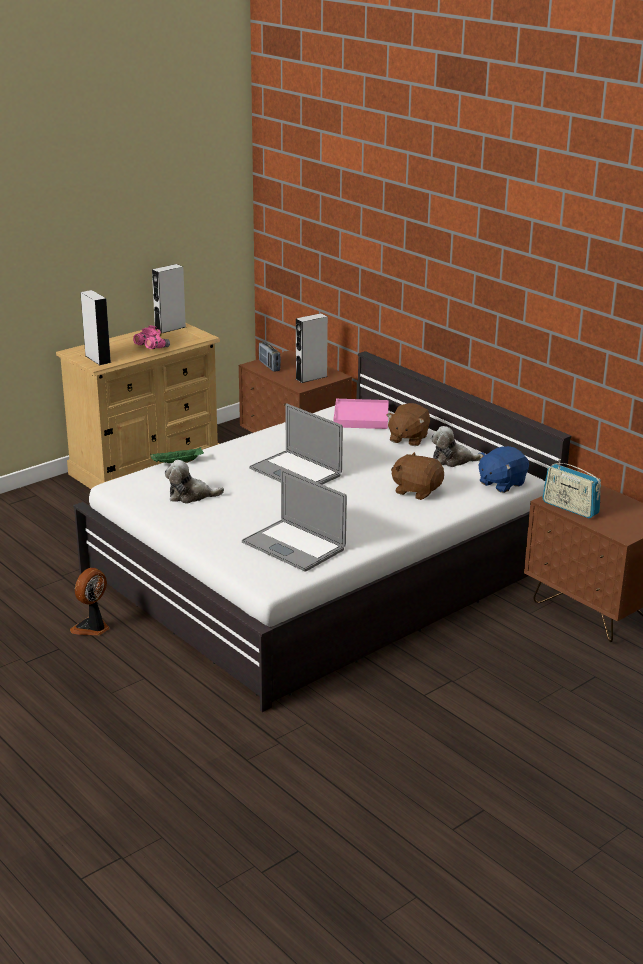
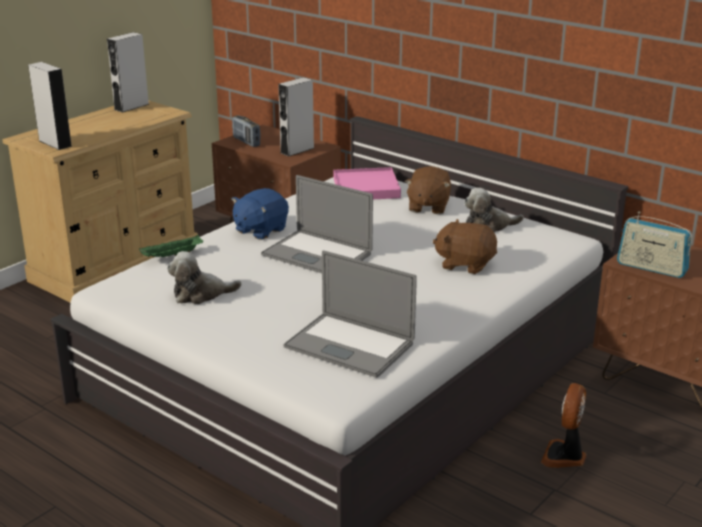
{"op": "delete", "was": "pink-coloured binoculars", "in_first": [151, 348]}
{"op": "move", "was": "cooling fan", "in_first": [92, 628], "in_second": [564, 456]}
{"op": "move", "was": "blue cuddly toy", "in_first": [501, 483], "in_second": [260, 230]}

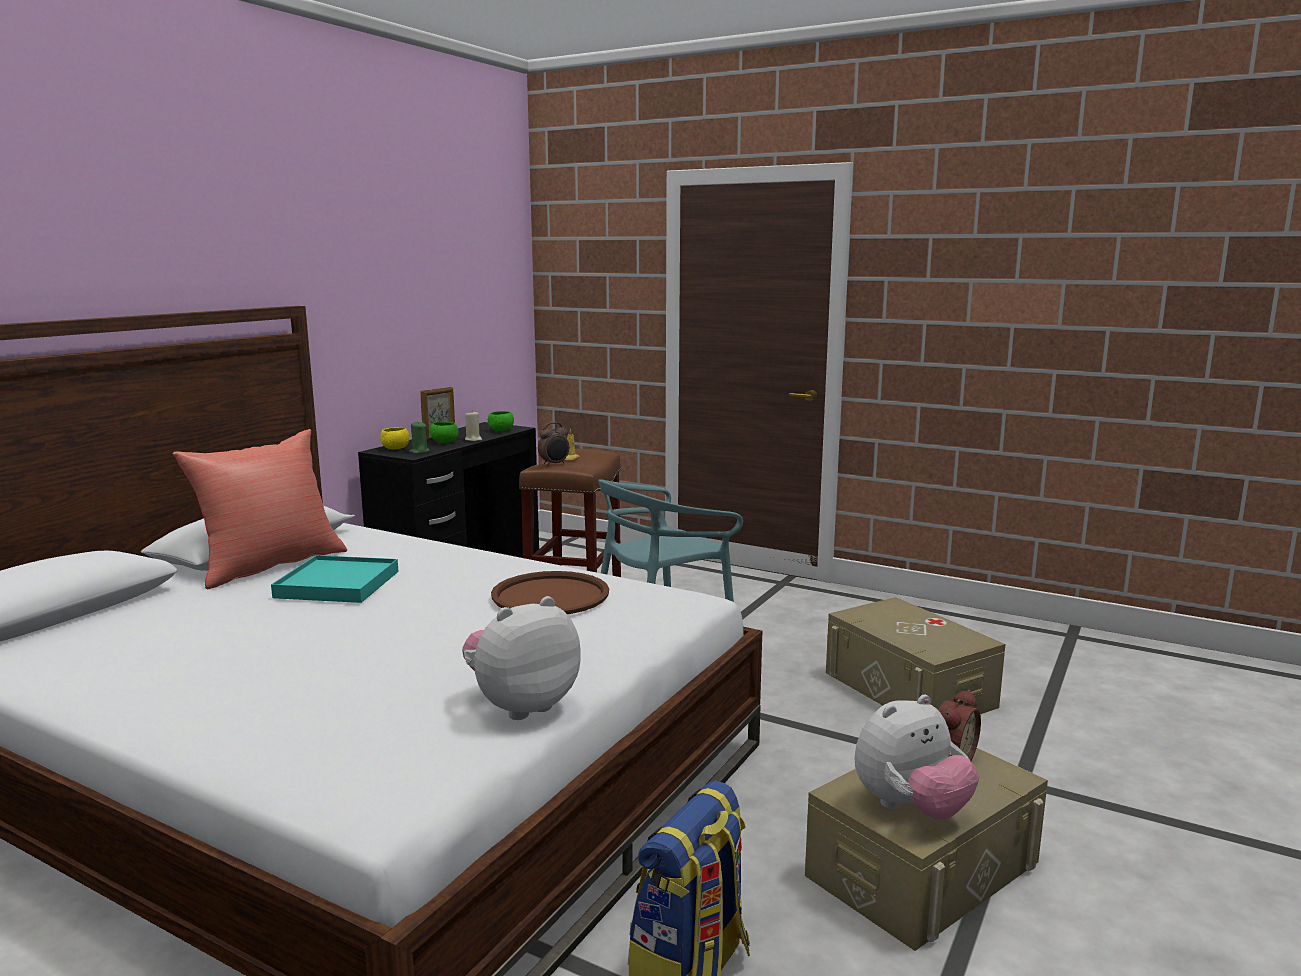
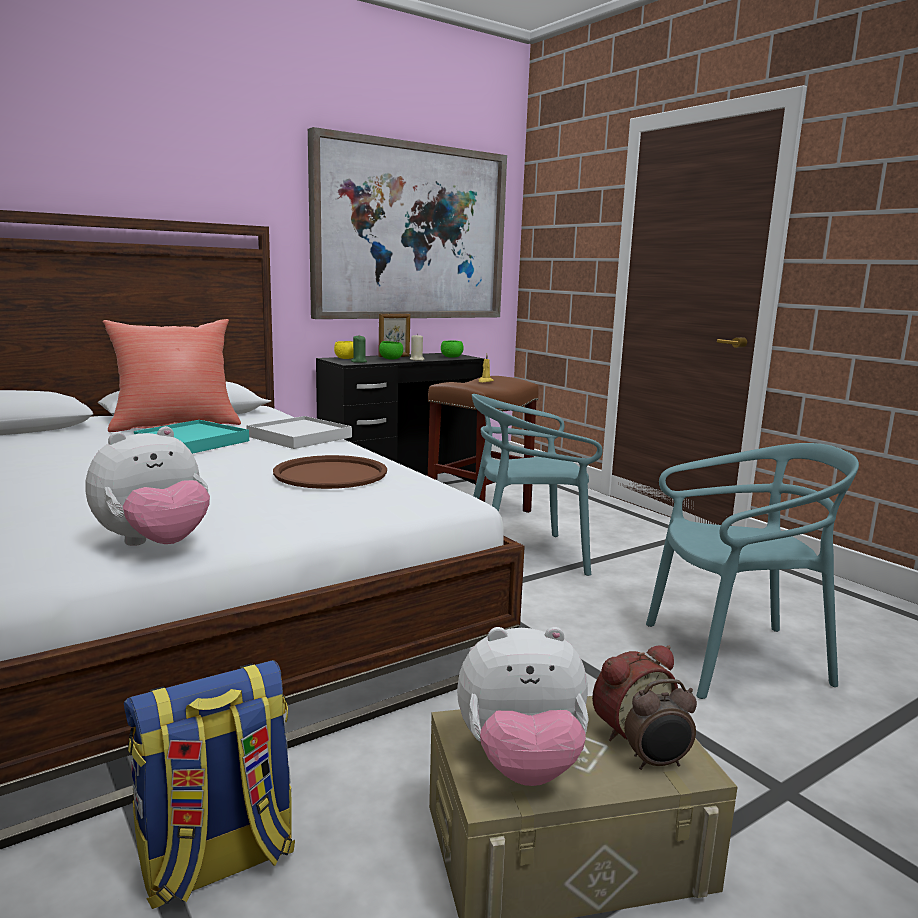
{"op": "insert", "now": "whitish carrying tray", "in_second": [299, 437]}
{"op": "insert", "now": "wall picture", "in_second": [410, 232]}
{"op": "move", "was": "alarm clock", "in_first": [554, 464], "in_second": [657, 763]}
{"op": "replace", "was": "beige-coloured storage container", "now": "blue-green chair", "in_first": [909, 689], "in_second": [735, 657]}
{"op": "rotate", "was": "cuddly toy", "in_first": [521, 706], "in_second": [155, 544], "clockwise": 150}

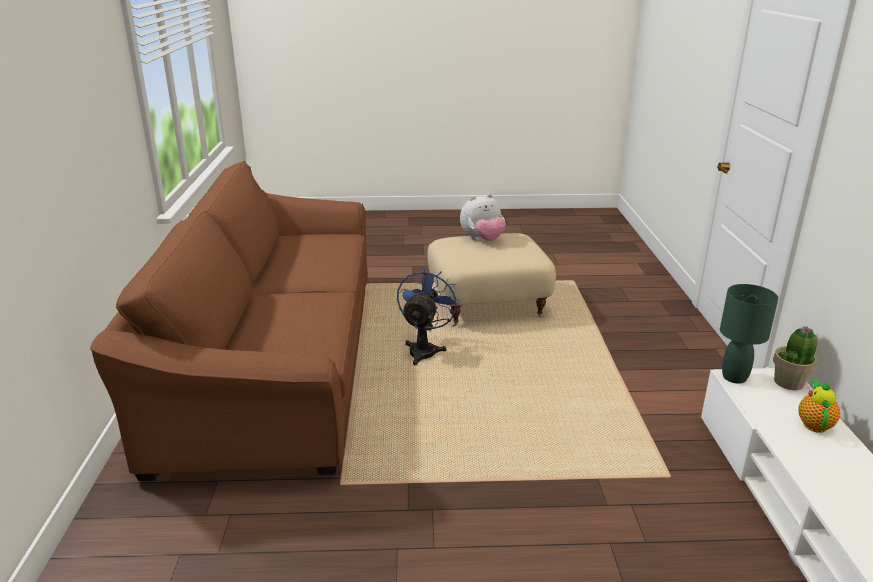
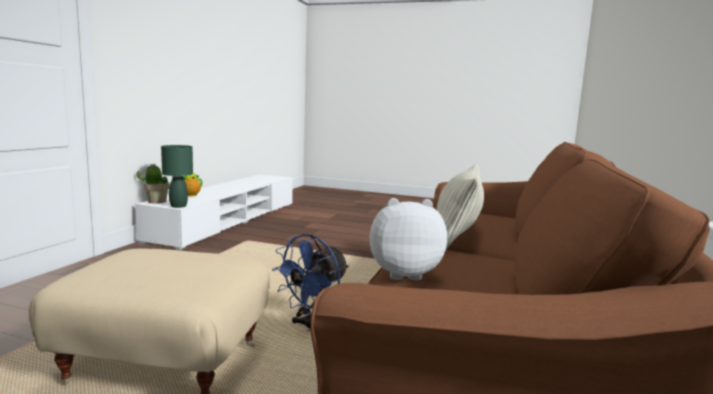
{"op": "insert", "now": "pillow", "in_second": [457, 234]}
{"op": "move", "was": "cuddly toy", "in_first": [482, 240], "in_second": [404, 274]}

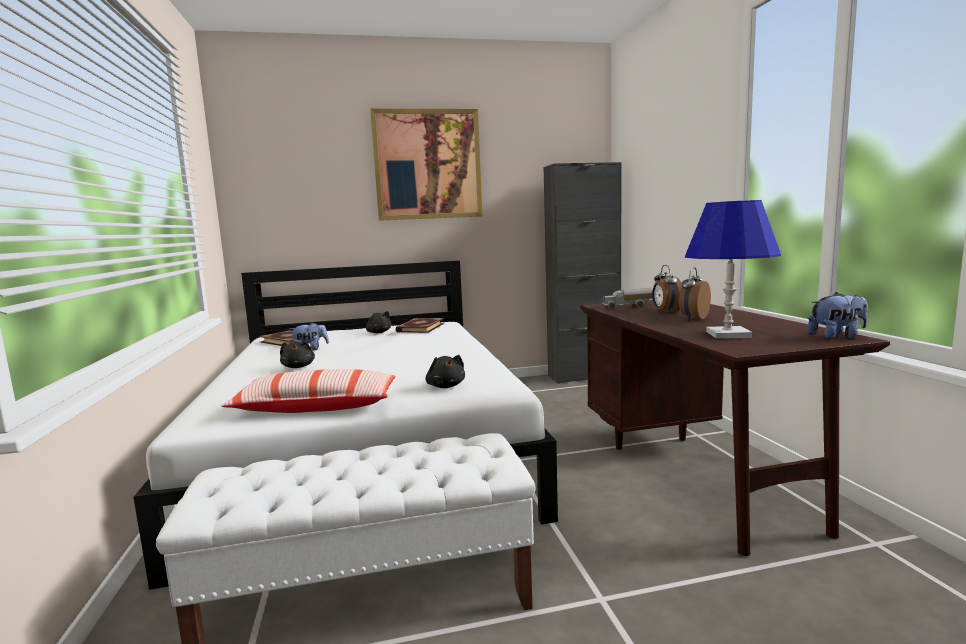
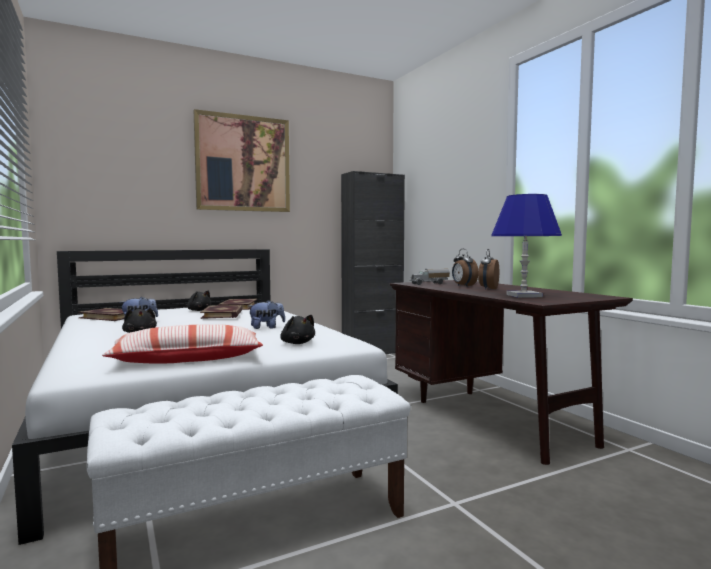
{"op": "insert", "now": "book", "in_second": [223, 314]}
{"op": "move", "was": "cuddly toy", "in_first": [837, 337], "in_second": [266, 327]}

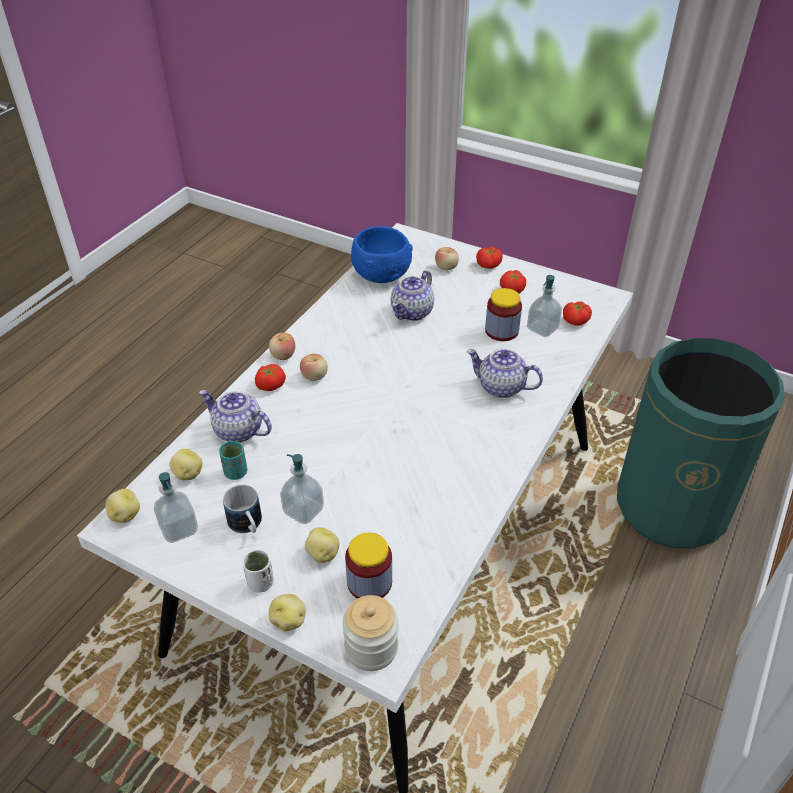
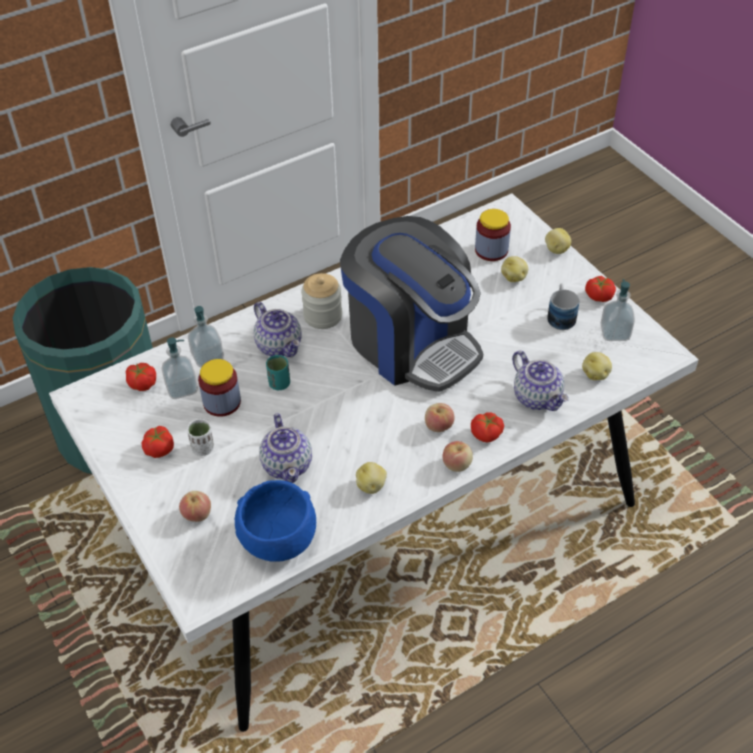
{"op": "insert", "now": "coffee maker", "in_second": [411, 343]}
{"op": "move", "was": "whole potato", "in_first": [125, 515], "in_second": [371, 485]}
{"op": "move", "was": "blue-green drinking cup", "in_first": [235, 472], "in_second": [279, 384]}
{"op": "move", "was": "whitish drinking cup", "in_first": [260, 583], "in_second": [203, 448]}
{"op": "move", "was": "soap dispenser", "in_first": [303, 510], "in_second": [207, 357]}
{"op": "move", "was": "storage jar", "in_first": [371, 648], "in_second": [323, 316]}
{"op": "move", "was": "tomato", "in_first": [489, 265], "in_second": [599, 295]}
{"op": "rotate", "was": "teapot", "in_first": [413, 312], "in_second": [287, 464], "clockwise": 105}

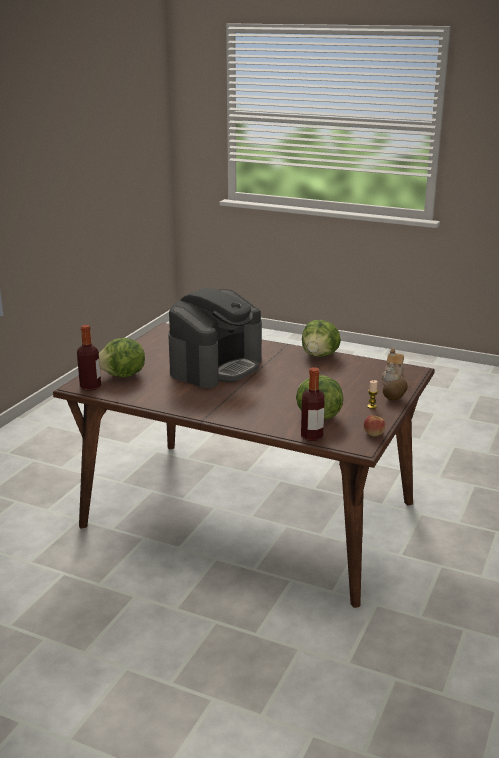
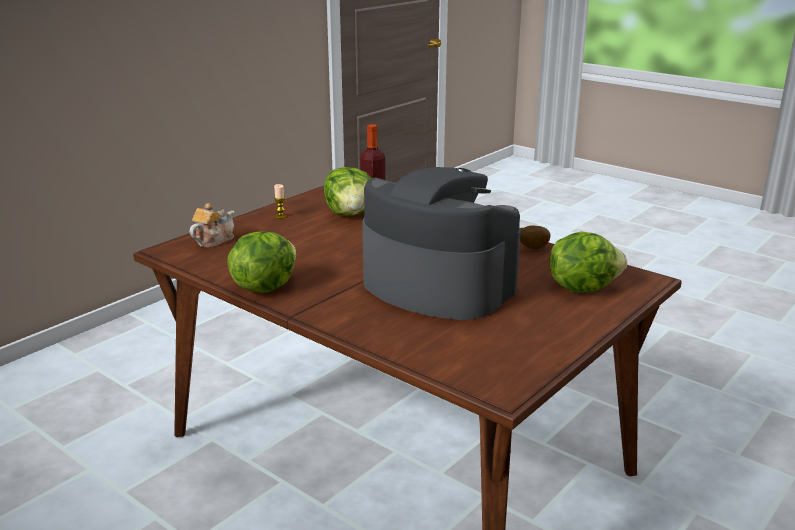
{"op": "delete", "was": "beverage bottle", "in_first": [90, 387]}
{"op": "delete", "was": "apple fruit", "in_first": [373, 433]}
{"op": "move", "was": "whole potato", "in_first": [395, 399], "in_second": [531, 248]}
{"op": "rotate", "was": "coffee maker", "in_first": [216, 367], "in_second": [436, 286], "clockwise": 75}

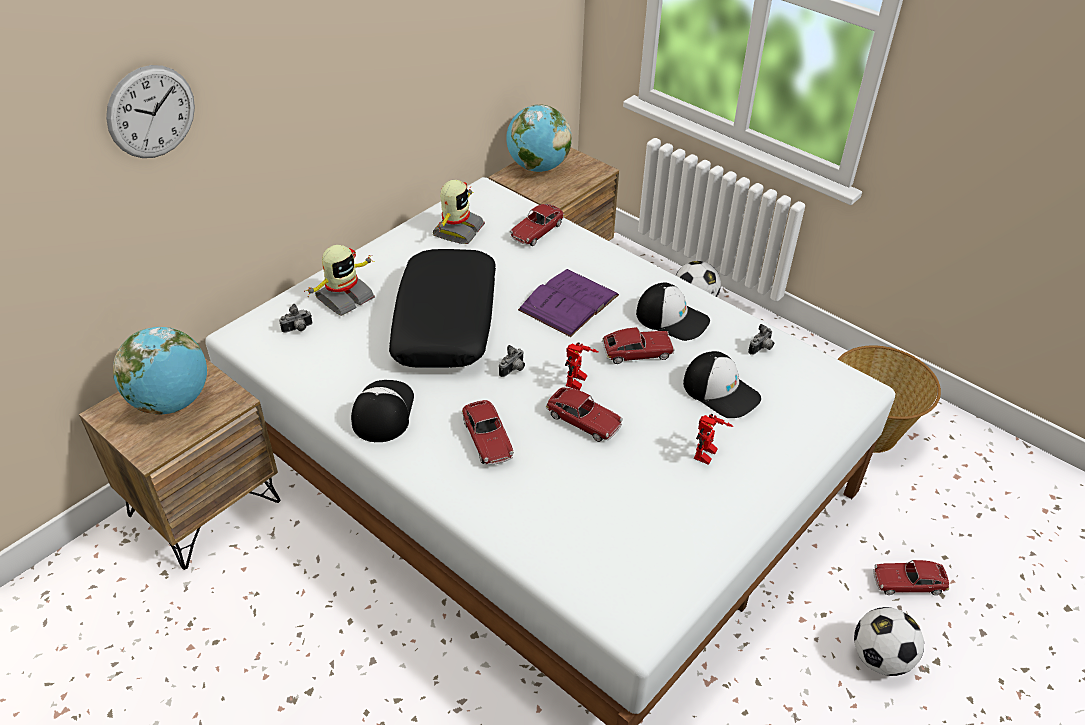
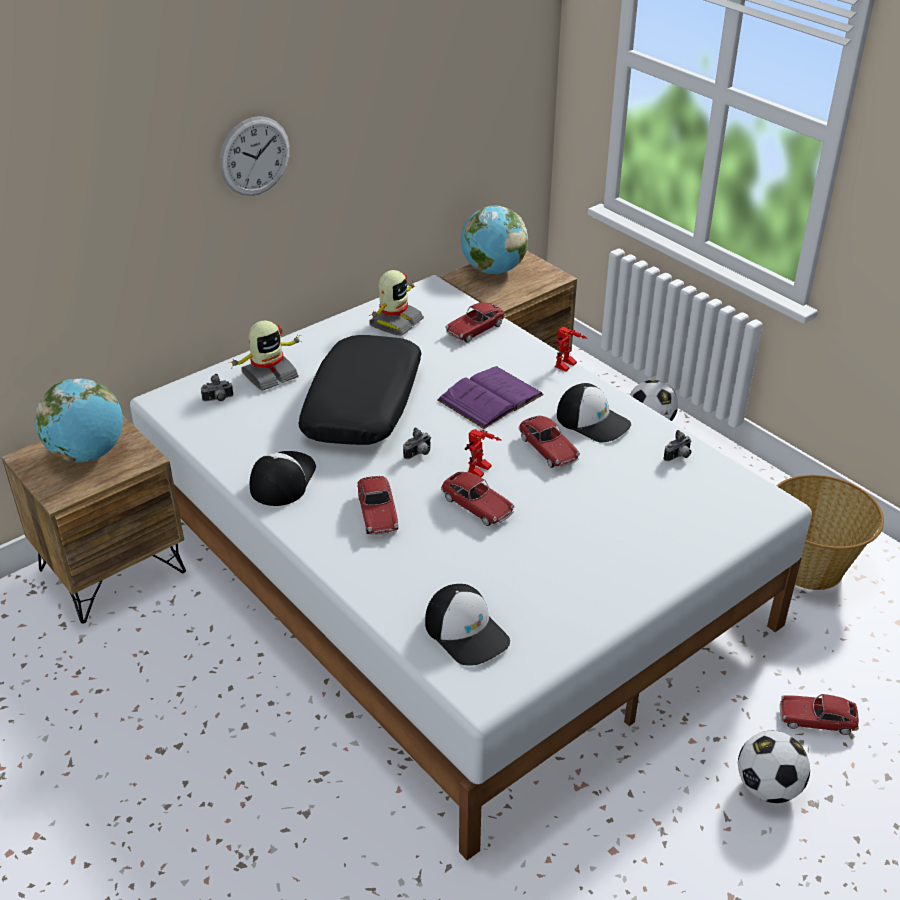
{"op": "move", "was": "hanging clock", "in_first": [151, 112], "in_second": [254, 156]}
{"op": "move", "was": "cap", "in_first": [721, 391], "in_second": [467, 631]}
{"op": "move", "was": "model robot", "in_first": [707, 456], "in_second": [567, 366]}
{"op": "rotate", "was": "miniature car", "in_first": [637, 352], "in_second": [548, 449], "clockwise": 60}

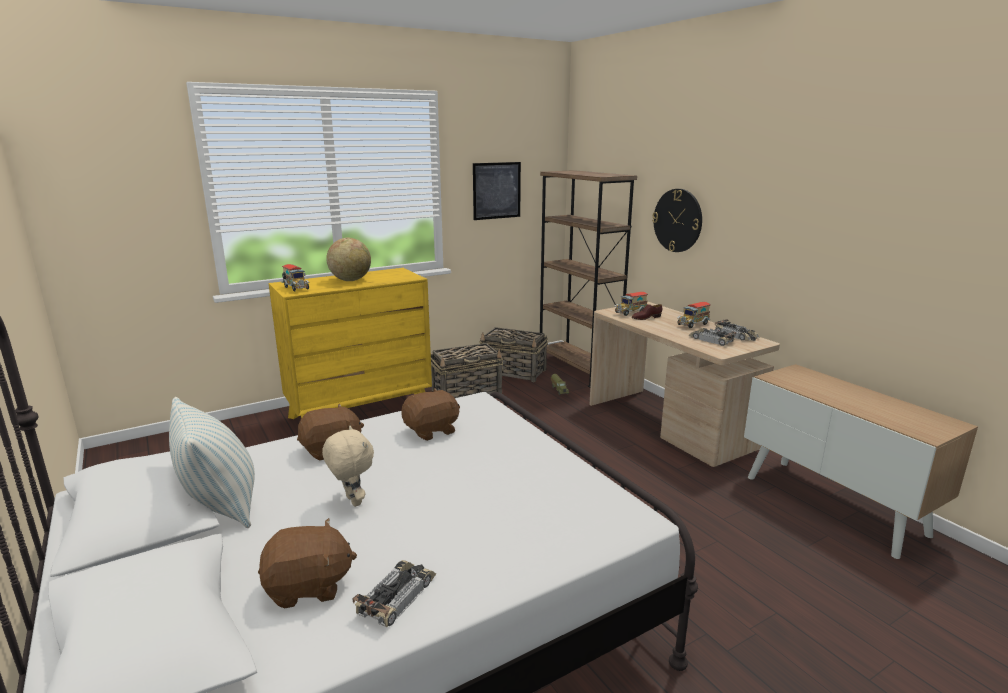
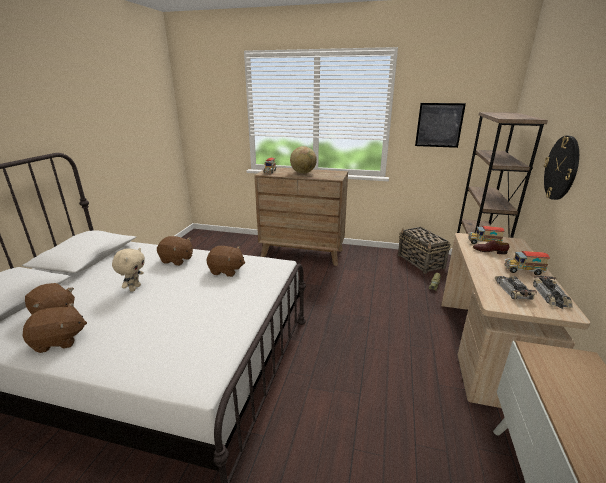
{"op": "delete", "was": "pillow", "in_first": [221, 504]}
{"op": "delete", "was": "household basket", "in_first": [467, 391]}
{"op": "replace", "was": "miniature car", "now": "brownish cuddly toy", "in_first": [398, 596], "in_second": [59, 341]}
{"op": "recolor", "was": "yellow-coloured chest of drawers", "now": "brownish chest of drawers", "in_first": [360, 413], "in_second": [302, 253]}

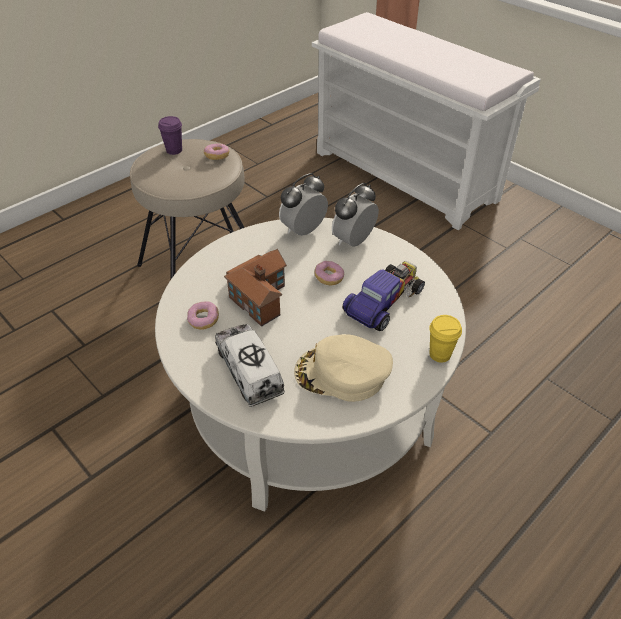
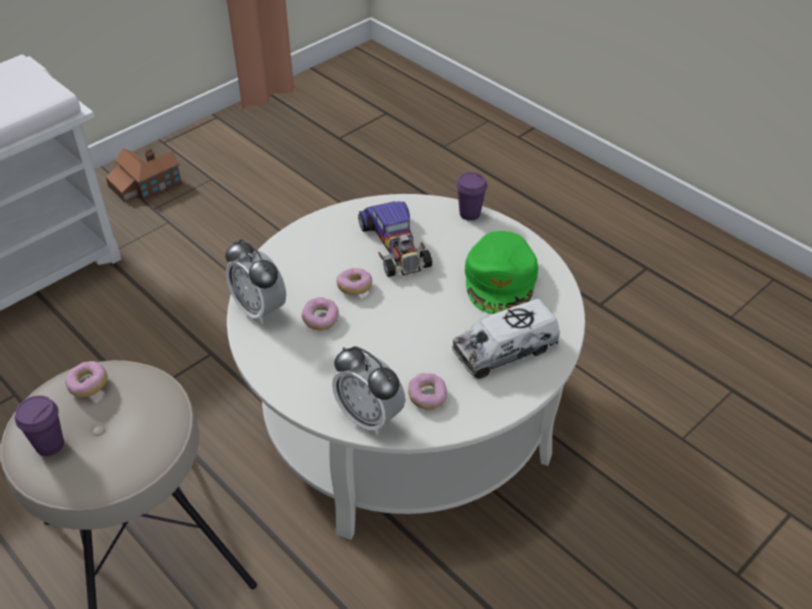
{"op": "insert", "now": "donut", "in_second": [320, 320]}
{"op": "move", "was": "miniature house", "in_first": [259, 294], "in_second": [145, 185]}
{"op": "move", "was": "alarm clock", "in_first": [354, 241], "in_second": [369, 417]}
{"op": "recolor", "was": "beige-coloured cap", "now": "green cap", "in_first": [342, 374], "in_second": [501, 280]}
{"op": "recolor", "was": "yellow-coloured drinking cup", "now": "purple-coloured drinking cup", "in_first": [440, 354], "in_second": [469, 214]}
{"op": "rotate", "was": "miniature car", "in_first": [384, 301], "in_second": [395, 246], "clockwise": -150}

